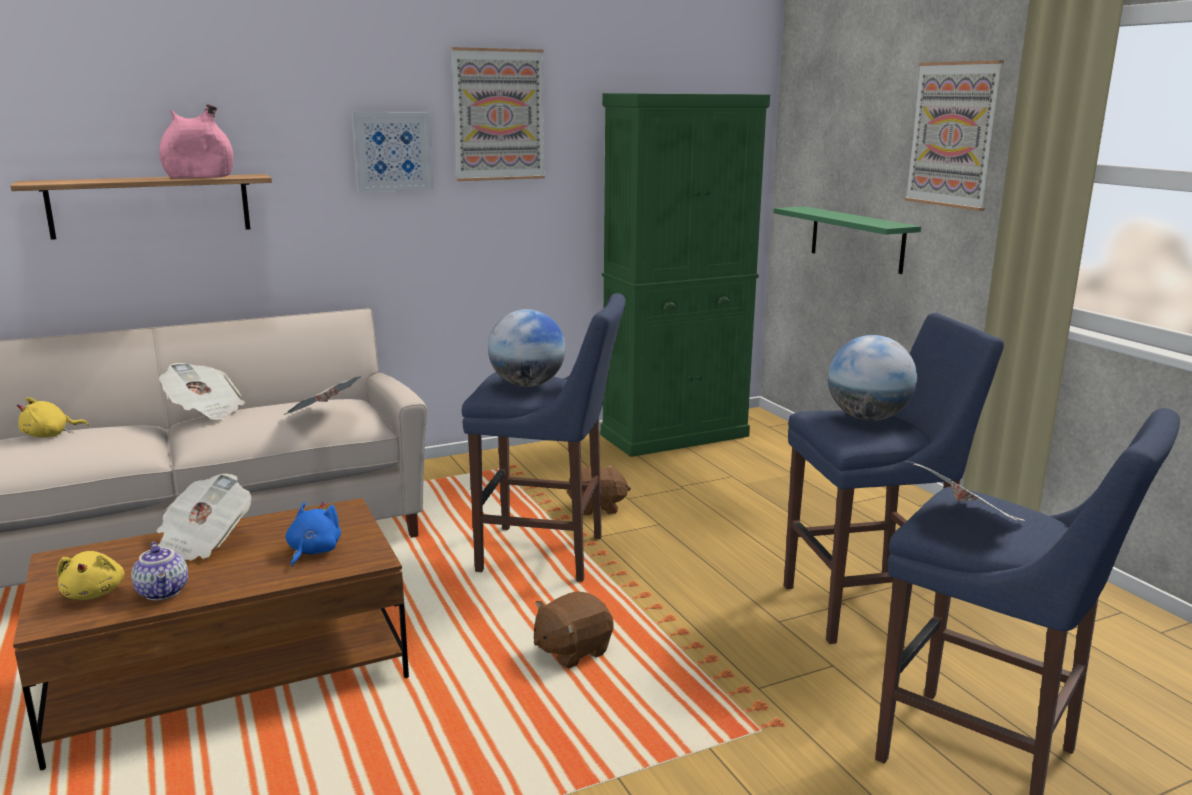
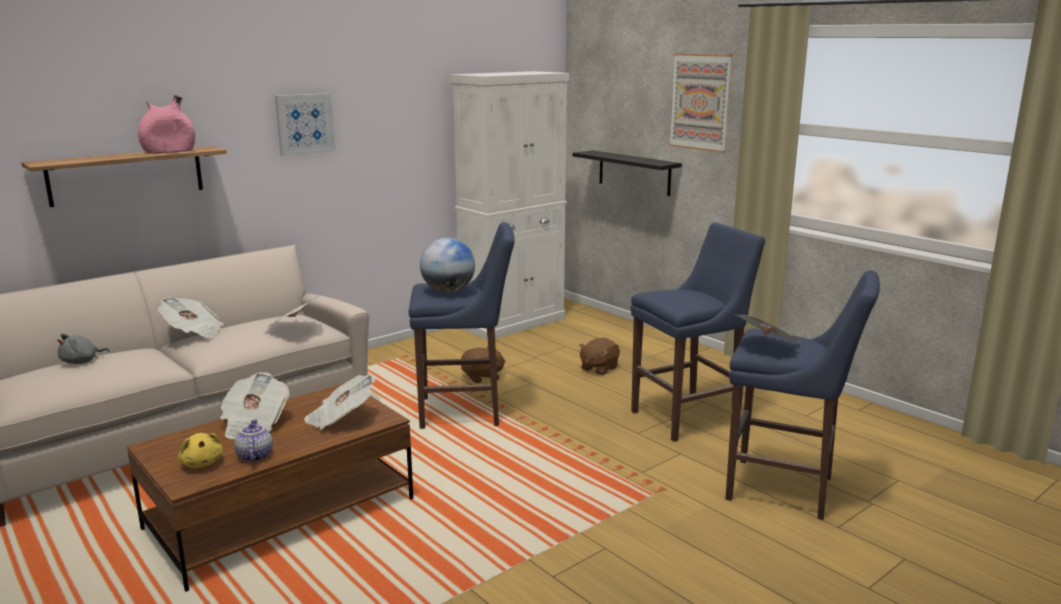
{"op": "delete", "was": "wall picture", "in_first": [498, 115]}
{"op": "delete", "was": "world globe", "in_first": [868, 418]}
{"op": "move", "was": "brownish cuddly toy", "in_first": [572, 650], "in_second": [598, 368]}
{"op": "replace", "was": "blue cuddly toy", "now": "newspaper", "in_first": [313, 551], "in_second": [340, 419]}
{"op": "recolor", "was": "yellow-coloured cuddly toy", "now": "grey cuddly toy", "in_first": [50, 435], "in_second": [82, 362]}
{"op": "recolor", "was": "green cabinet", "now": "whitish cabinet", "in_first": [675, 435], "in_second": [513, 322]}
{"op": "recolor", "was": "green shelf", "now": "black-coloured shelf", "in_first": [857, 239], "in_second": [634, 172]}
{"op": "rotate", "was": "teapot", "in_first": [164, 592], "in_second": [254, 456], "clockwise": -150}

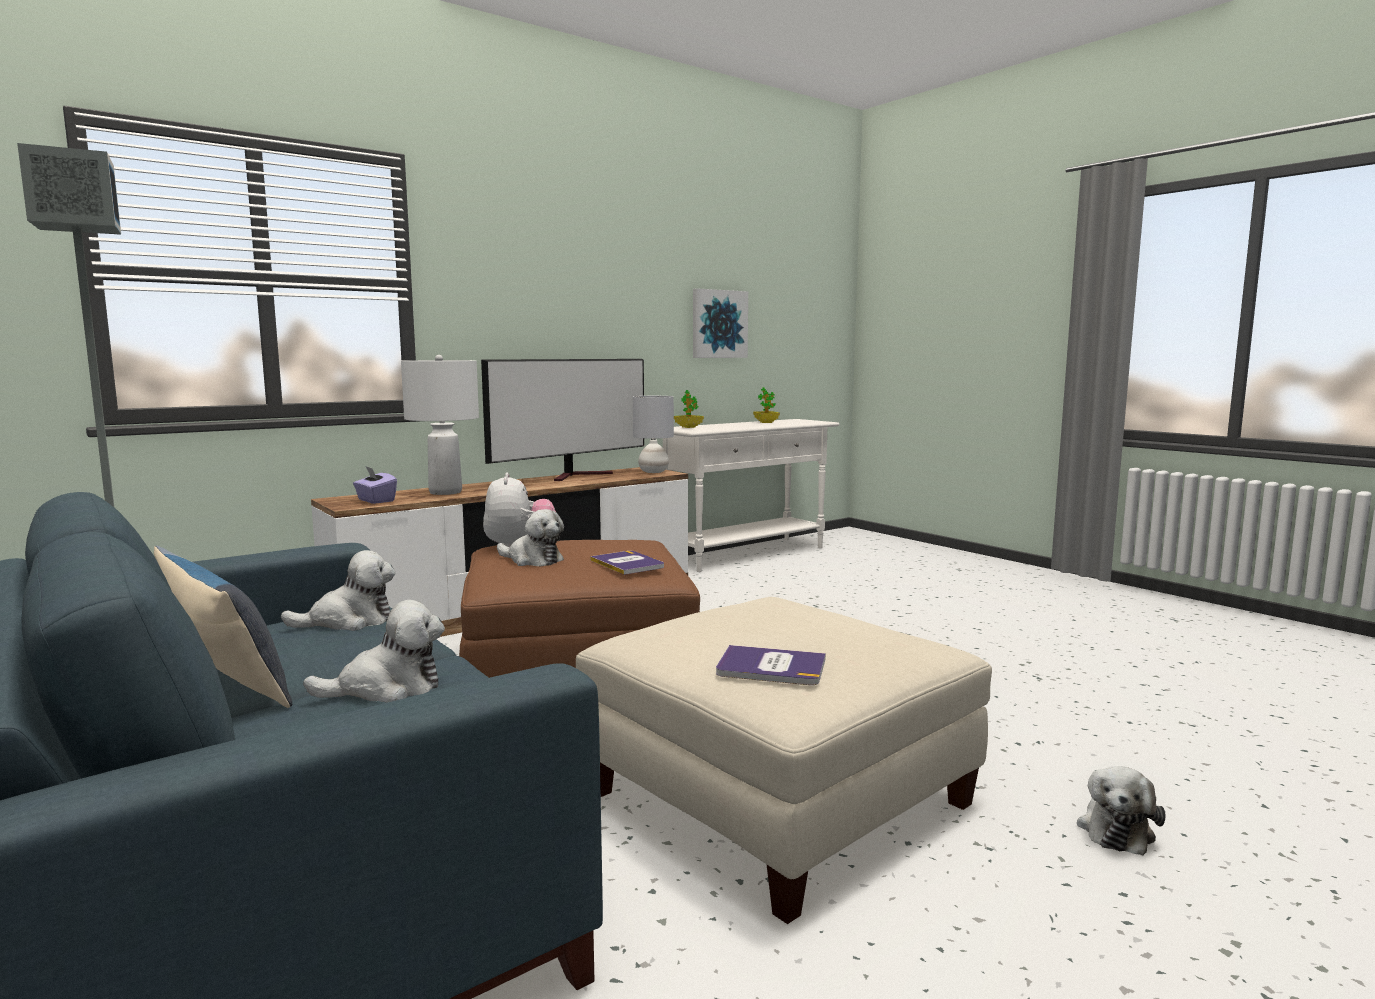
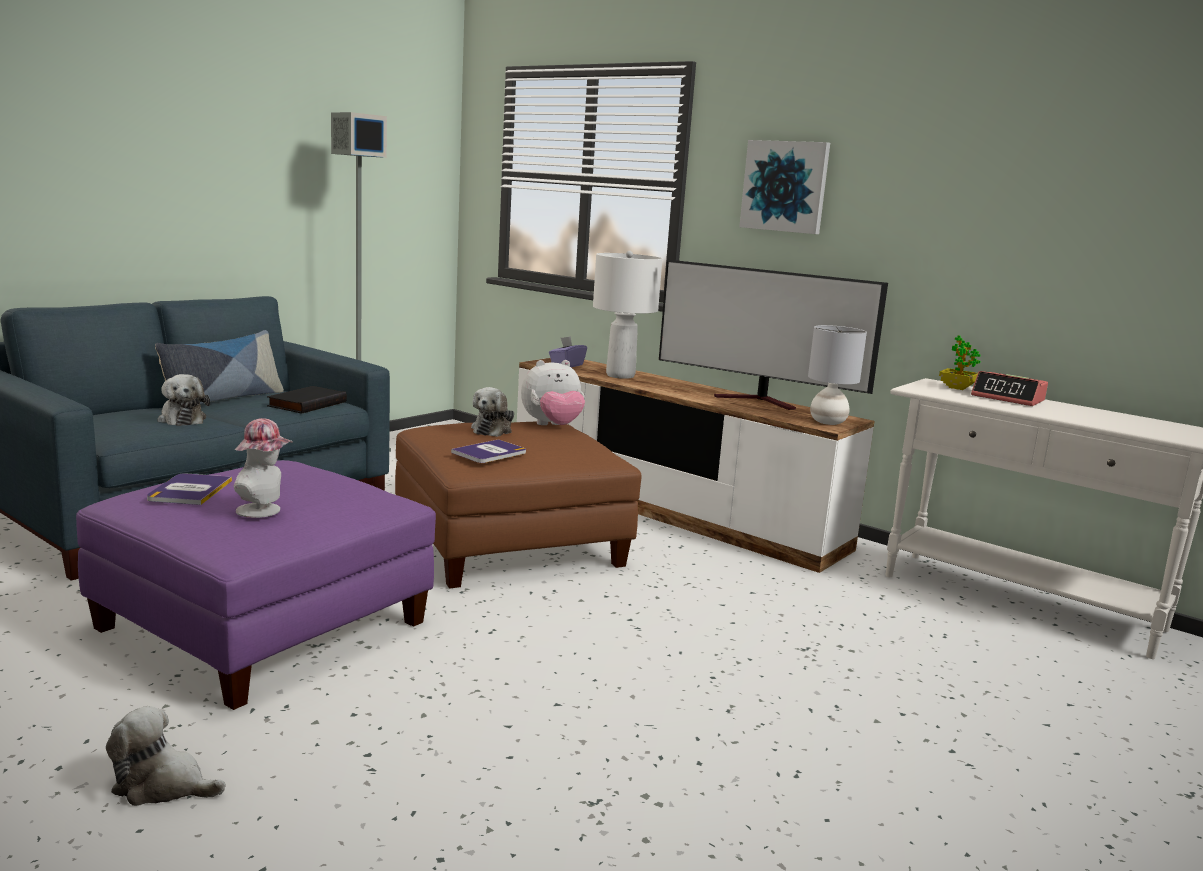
{"op": "delete", "was": "plant in a pot", "in_first": [766, 422]}
{"op": "insert", "now": "hat", "in_second": [264, 511]}
{"op": "insert", "now": "alarm clock", "in_second": [1008, 398]}
{"op": "move", "was": "wall picture", "in_first": [719, 324], "in_second": [785, 186]}
{"op": "replace", "was": "cuddly toy", "now": "black-coloured book", "in_first": [349, 621], "in_second": [306, 404]}
{"op": "recolor", "was": "beige-coloured pouffe", "now": "purple-coloured pouffe", "in_first": [776, 797], "in_second": [263, 625]}

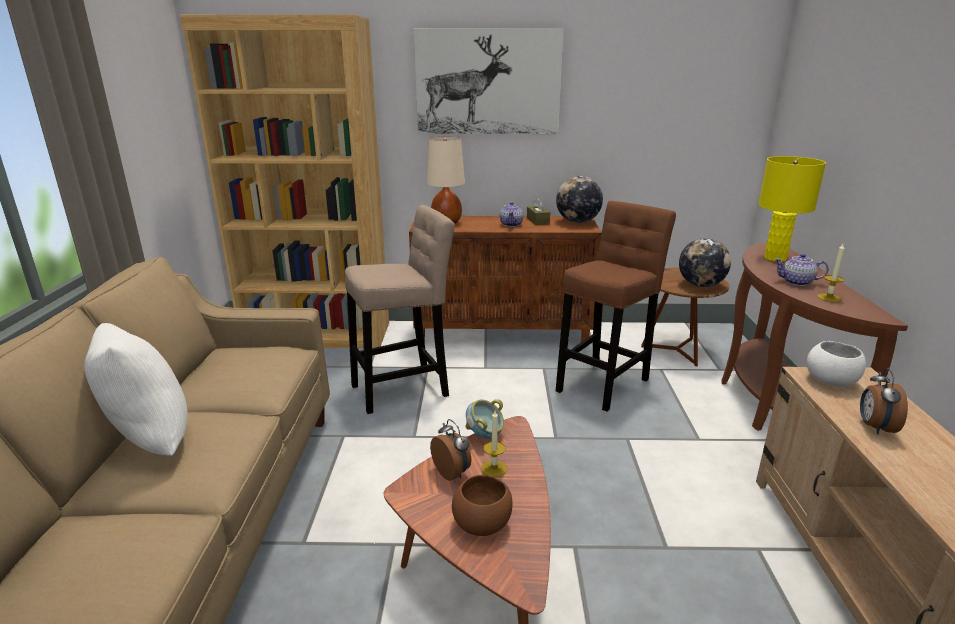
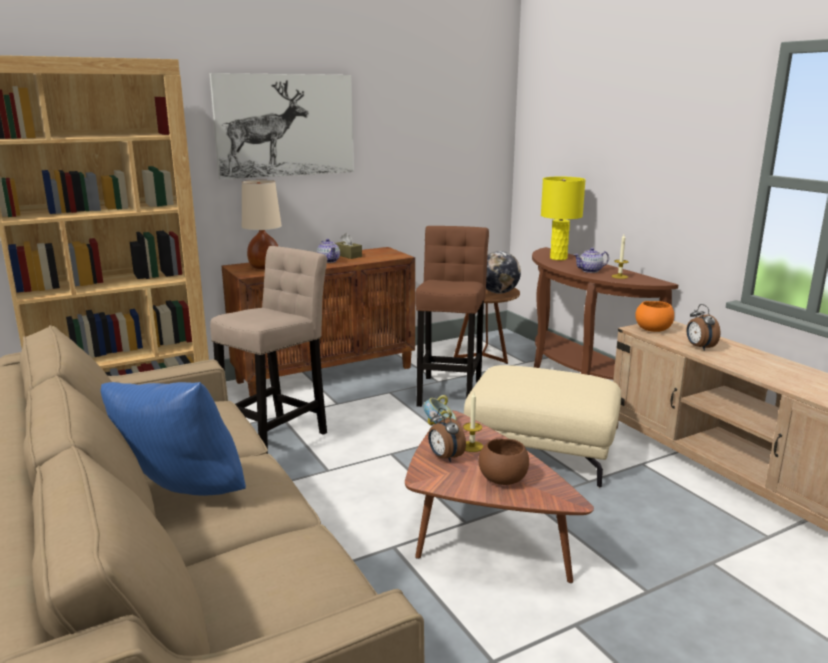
{"op": "delete", "was": "world globe", "in_first": [577, 222]}
{"op": "insert", "now": "beige-coloured pouffe", "in_second": [541, 450]}
{"op": "recolor", "was": "whitish pillow", "now": "blue pillow", "in_first": [148, 441], "in_second": [180, 496]}
{"op": "recolor", "was": "whitish serving bowl", "now": "orange serving bowl", "in_first": [832, 381], "in_second": [653, 329]}
{"op": "rotate", "was": "alarm clock", "in_first": [452, 472], "in_second": [444, 457], "clockwise": -150}

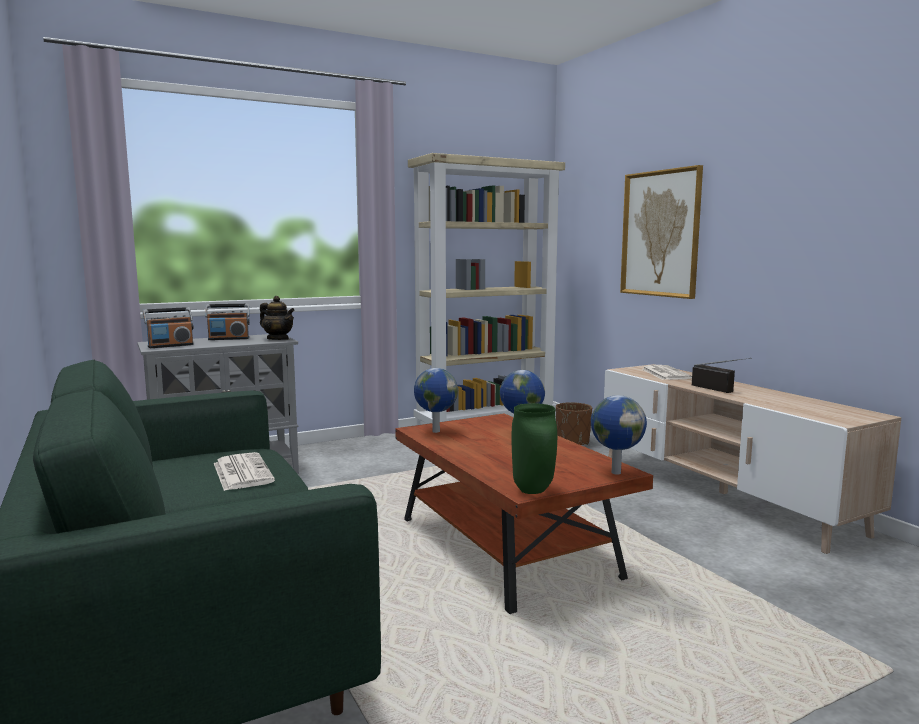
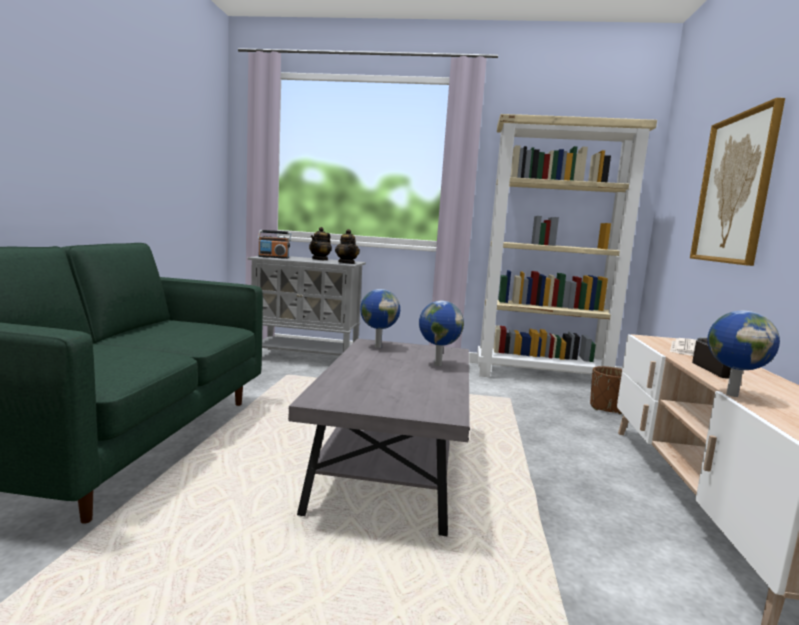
{"op": "delete", "was": "newspaper", "in_first": [241, 472]}
{"op": "delete", "was": "green decorative vase", "in_first": [534, 490]}
{"op": "move", "was": "world globe", "in_first": [615, 472], "in_second": [731, 394]}
{"op": "replace", "was": "radio", "now": "teapot", "in_first": [229, 339], "in_second": [320, 259]}
{"op": "recolor", "was": "brownish coffee table", "now": "grey coffee table", "in_first": [506, 549], "in_second": [391, 467]}

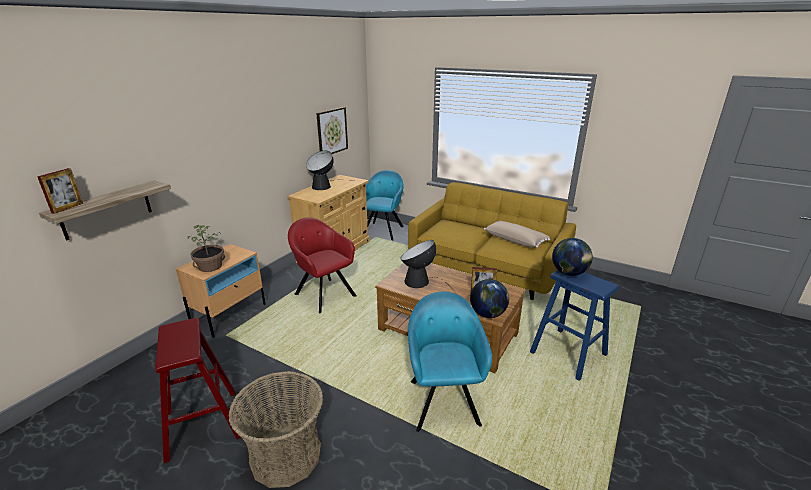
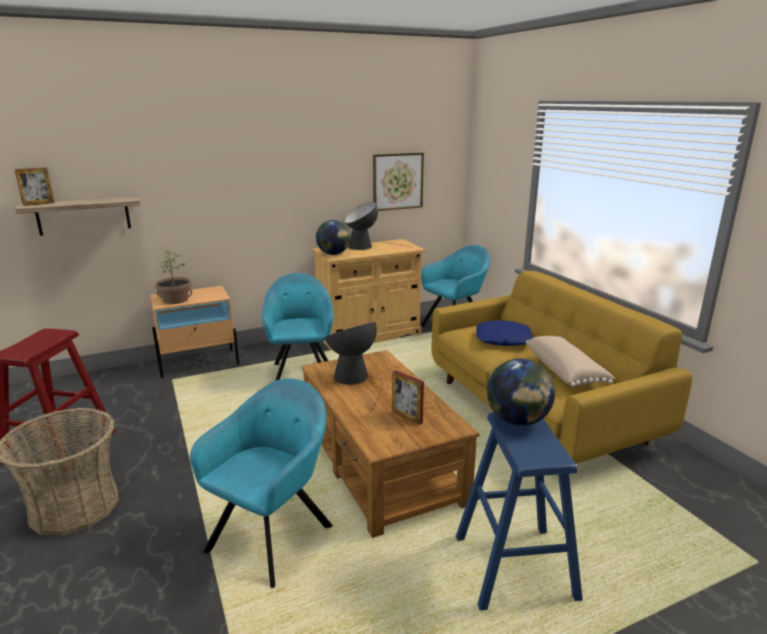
{"op": "insert", "now": "blue pillow", "in_second": [503, 339]}
{"op": "move", "was": "world globe", "in_first": [488, 314], "in_second": [333, 254]}
{"op": "recolor", "was": "reddish lounge chair", "now": "blue-green lounge chair", "in_first": [323, 294], "in_second": [301, 373]}

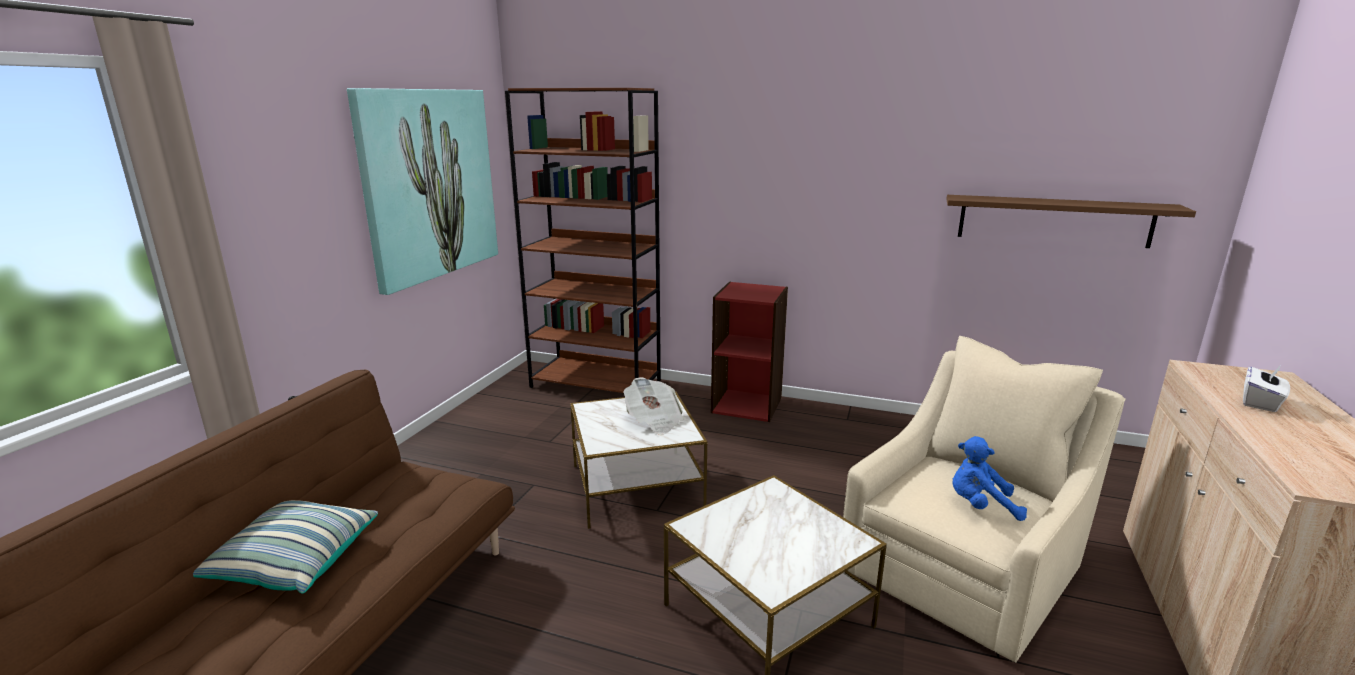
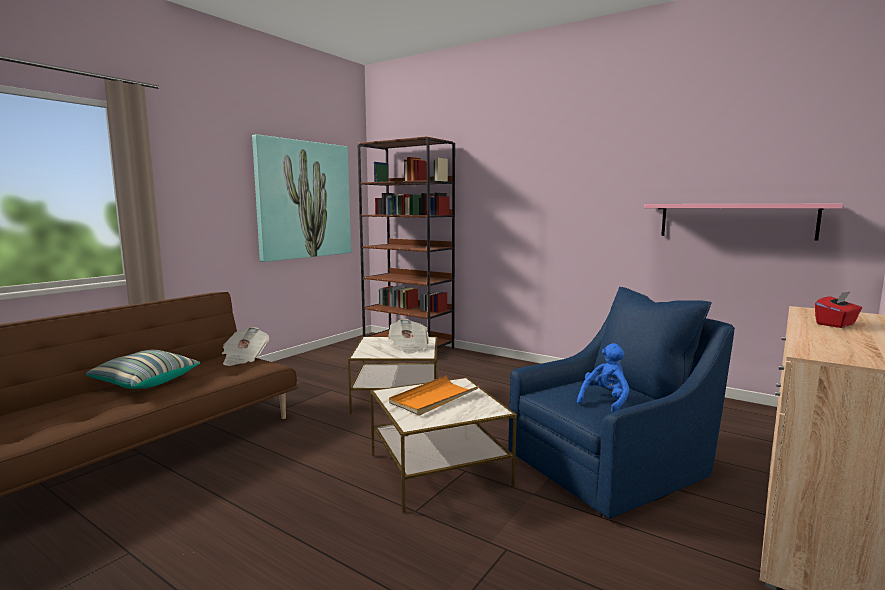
{"op": "delete", "was": "reddish shelving unit", "in_first": [747, 405]}
{"op": "insert", "now": "newspaper", "in_second": [244, 358]}
{"op": "insert", "now": "orange carrying tray", "in_second": [433, 398]}
{"op": "recolor", "was": "beige-coloured lounge chair", "now": "blue lounge chair", "in_first": [964, 566], "in_second": [612, 465]}
{"op": "recolor", "was": "brownish shelf", "now": "pink-coloured shelf", "in_first": [1053, 220], "in_second": [735, 221]}
{"op": "recolor", "was": "whitish box of tissues", "now": "reddish box of tissues", "in_first": [1260, 403], "in_second": [836, 324]}
{"op": "rotate", "was": "blue cuddly toy", "in_first": [980, 506], "in_second": [605, 402], "clockwise": 105}

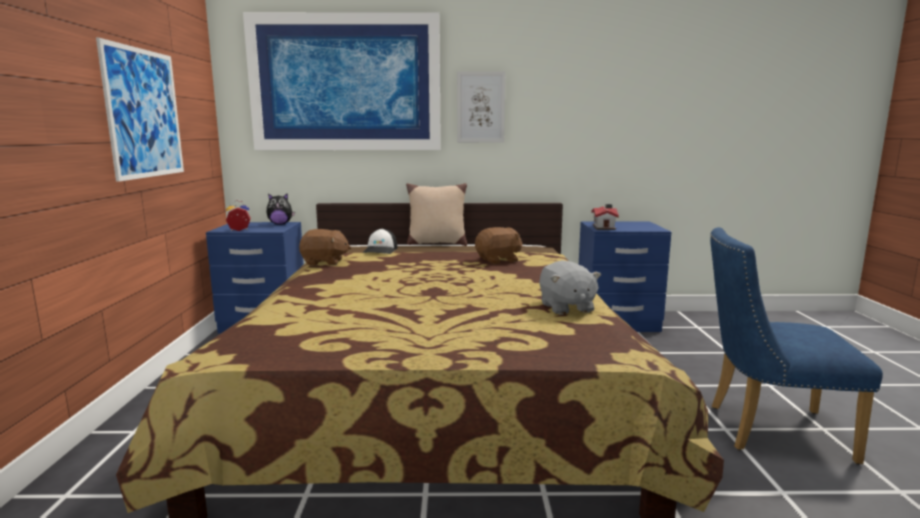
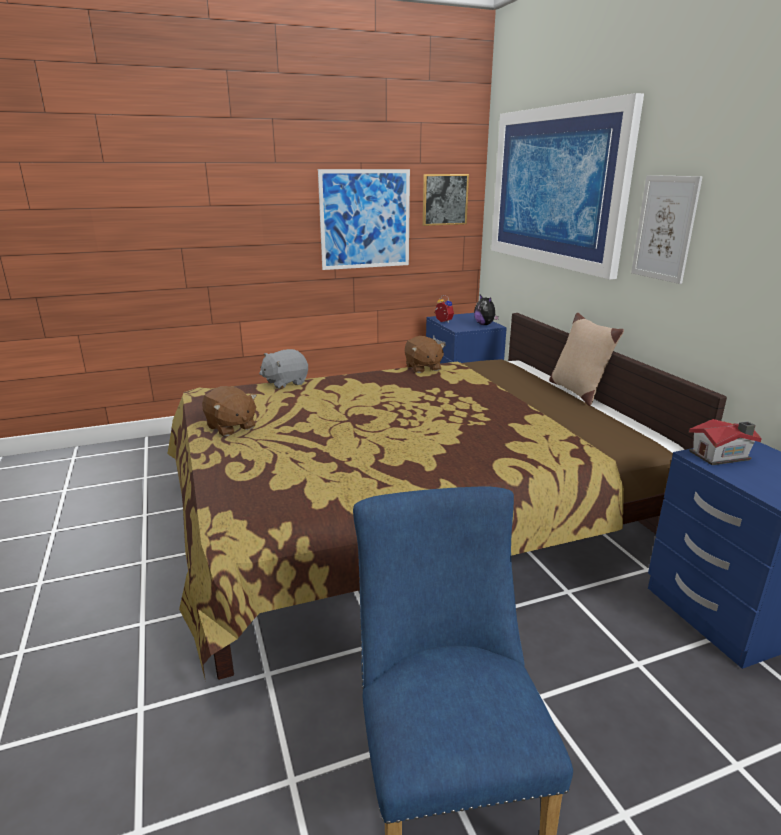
{"op": "delete", "was": "cap", "in_first": [380, 250]}
{"op": "insert", "now": "wall picture", "in_second": [444, 199]}
{"op": "move", "was": "brownish cuddly toy", "in_first": [498, 260], "in_second": [230, 427]}
{"op": "move", "was": "grey cuddly toy", "in_first": [566, 307], "in_second": [285, 382]}

